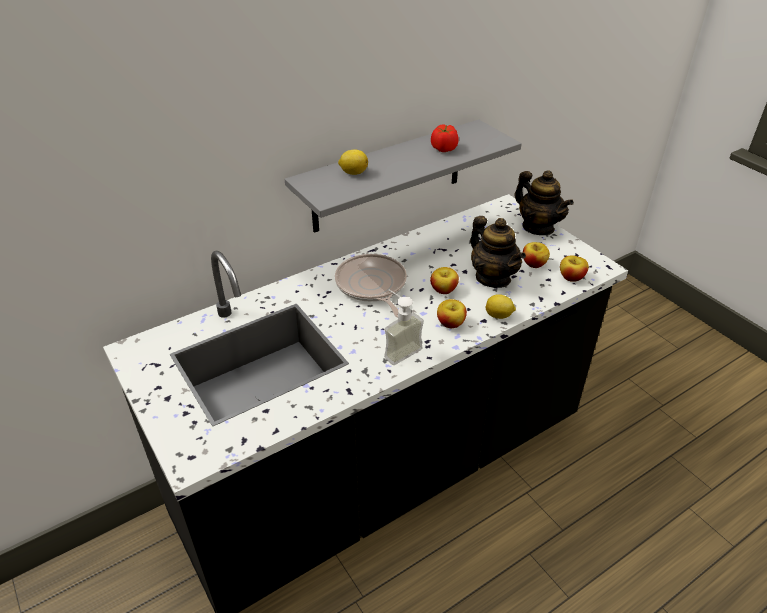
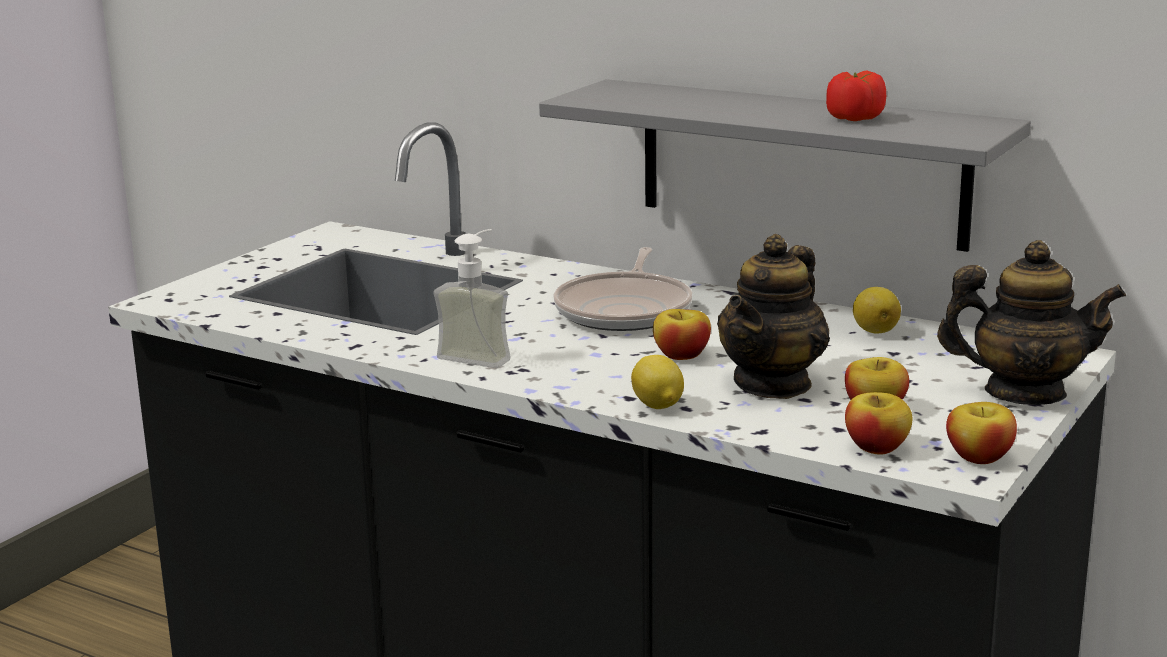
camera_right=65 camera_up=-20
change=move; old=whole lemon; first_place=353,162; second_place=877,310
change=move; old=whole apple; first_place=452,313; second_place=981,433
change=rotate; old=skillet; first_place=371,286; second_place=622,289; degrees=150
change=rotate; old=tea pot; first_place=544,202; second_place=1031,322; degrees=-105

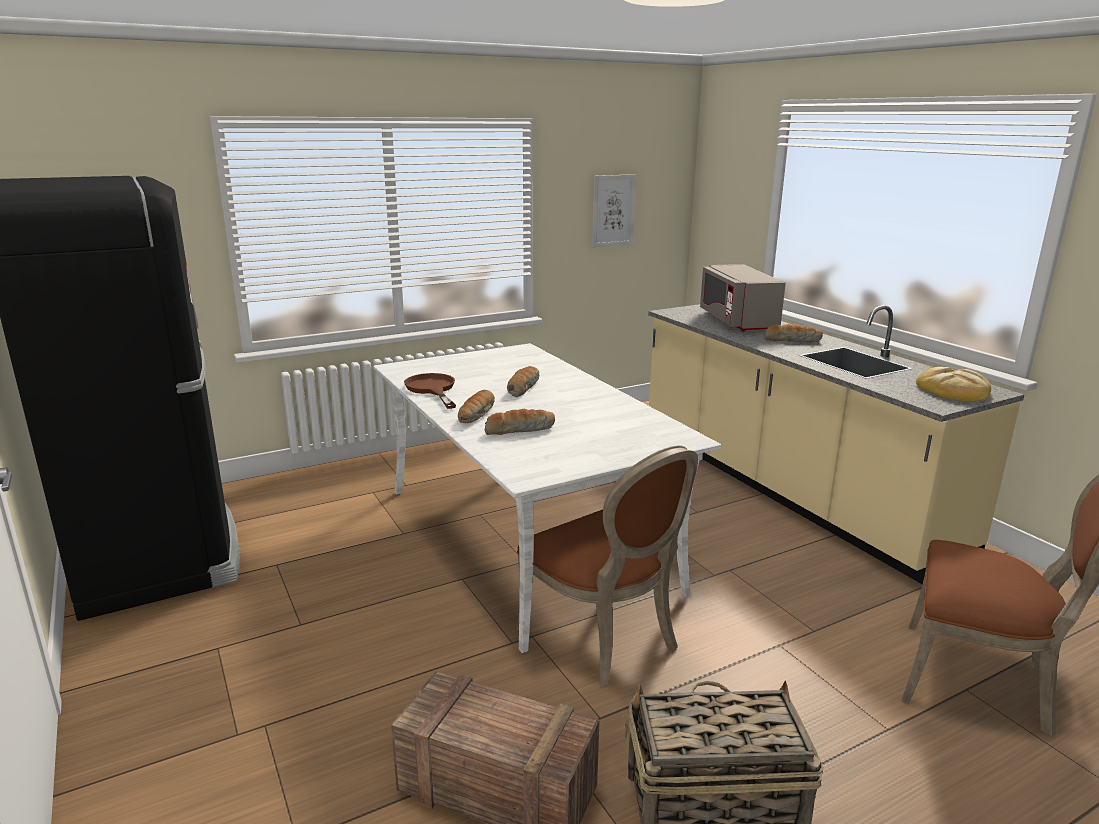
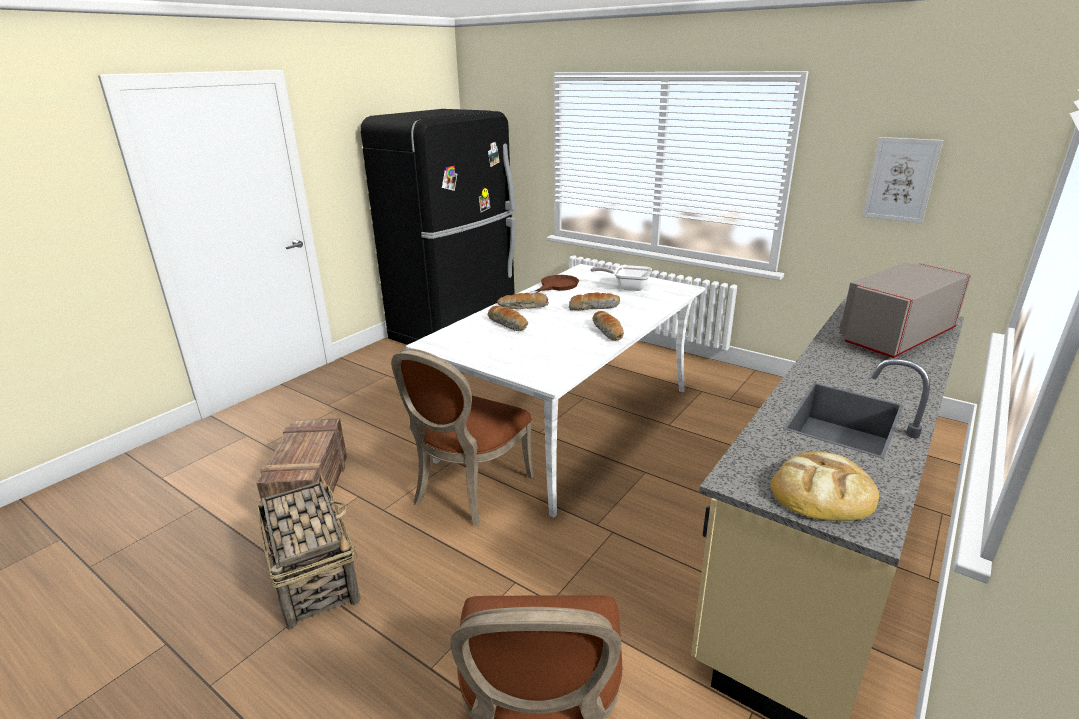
camera_right=65 camera_up=5
change=insert; new=skillet; second_place=621,278
change=move; old=baked bread; first_place=793,333; second_place=608,326

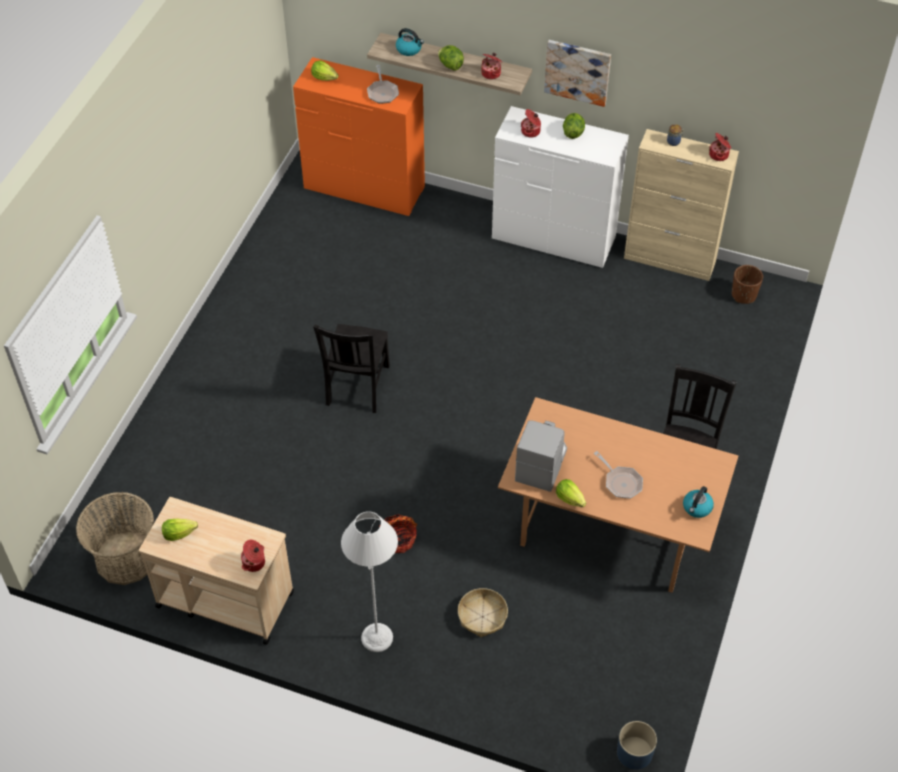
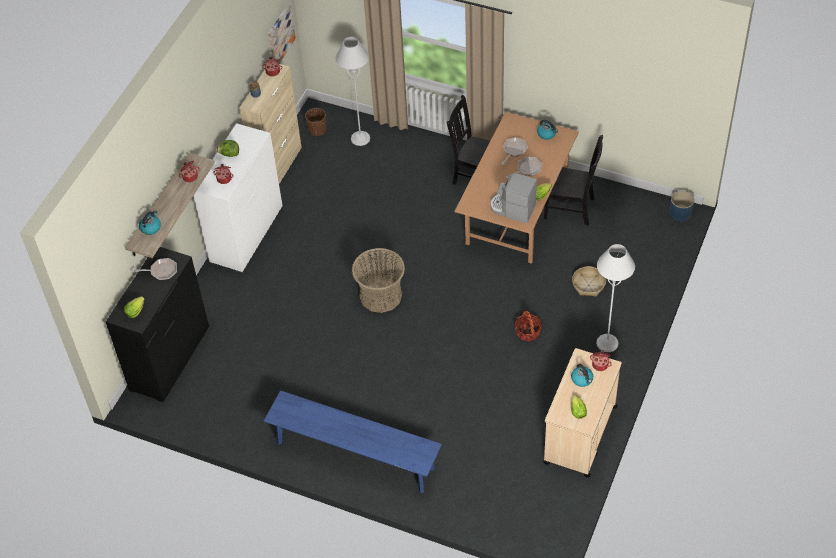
camera_right=-85 camera_up=0
change=delete; old=lettuce; first_place=451,58
change=insert; new=bench in bluish; second_place=353,441
change=insert; new=floor lamp in gray; second_place=353,91
change=insert; new=skillet; second_place=515,151
change=insert; new=water kettle; second_place=582,375
change=move; old=storage basket; first_place=115,538; second_place=378,280
change=move; old=plain chair in black; first_place=351,368; second_place=573,180
change=move; old=picture; first_place=577,73; second_place=282,33
change=recolor; old=chest of drawers in orangey; new=chest of drawers in black; first_place=359,136; second_place=157,324

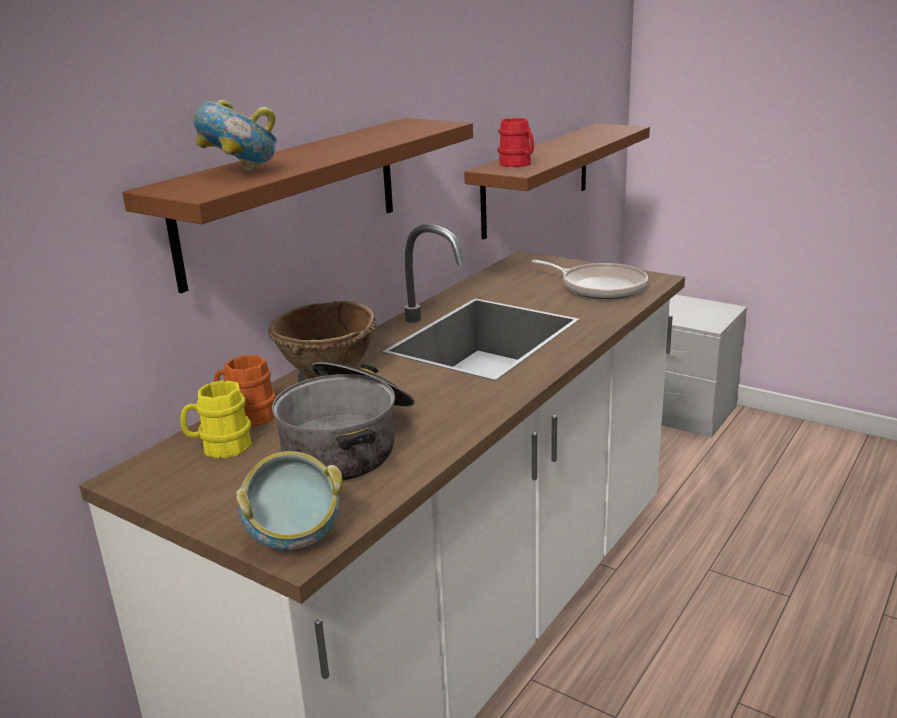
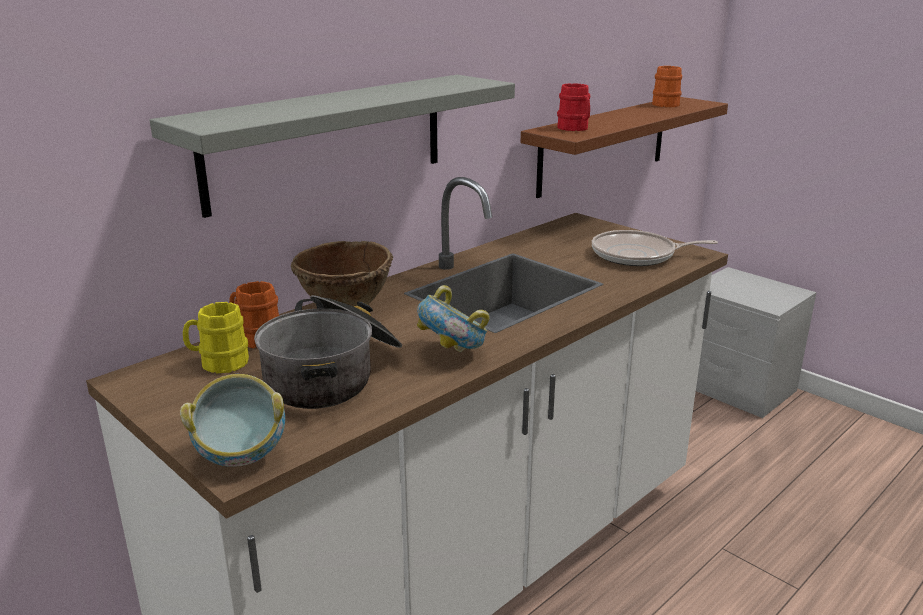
camera_right=10 camera_up=0
change=insert; new=tea mug in orangey; second_place=667,86
change=move; old=bowl; first_place=235,135; second_place=453,318
change=recolor; old=bracket shelf in brownish; new=bracket shelf in gray; first_place=297,205; second_place=332,146
change=rotate; old=skillet; first_place=590,279; second_place=655,248; degrees=135

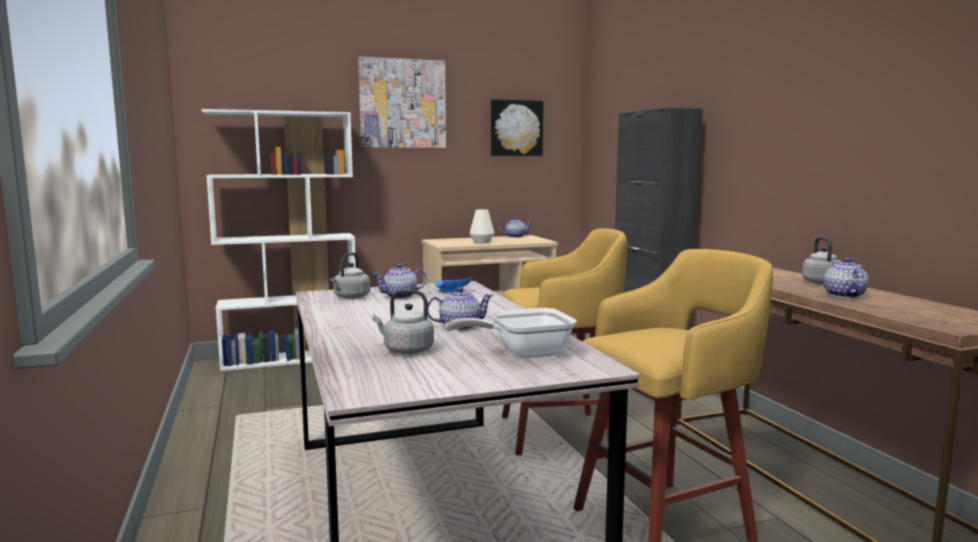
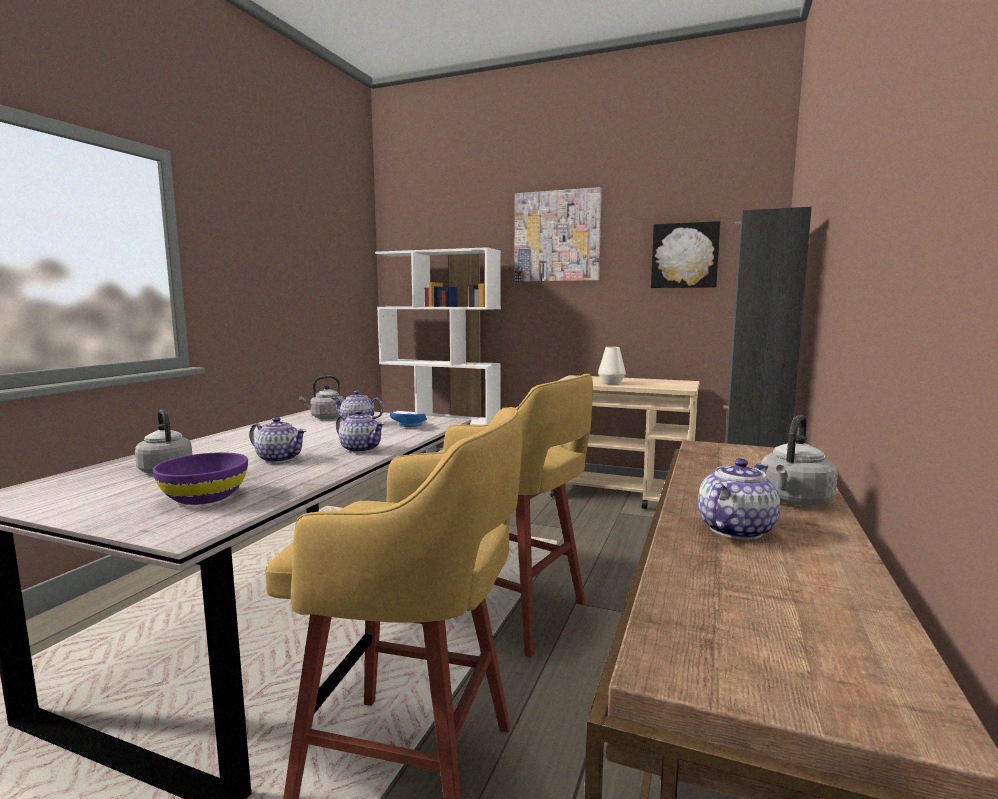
camera_right=40 camera_up=0
change=move; old=tea pot; first_place=515,227; second_place=360,431
change=replace; old=skillet; new=bowl in purple; first_place=510,333; second_place=200,478

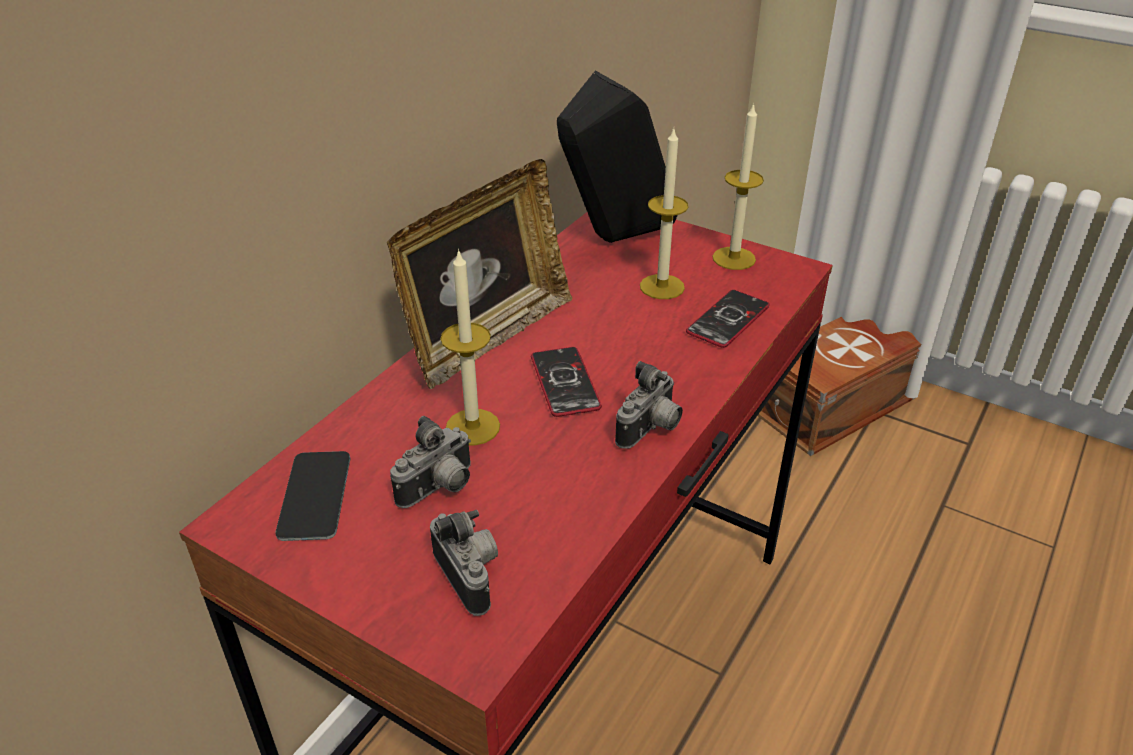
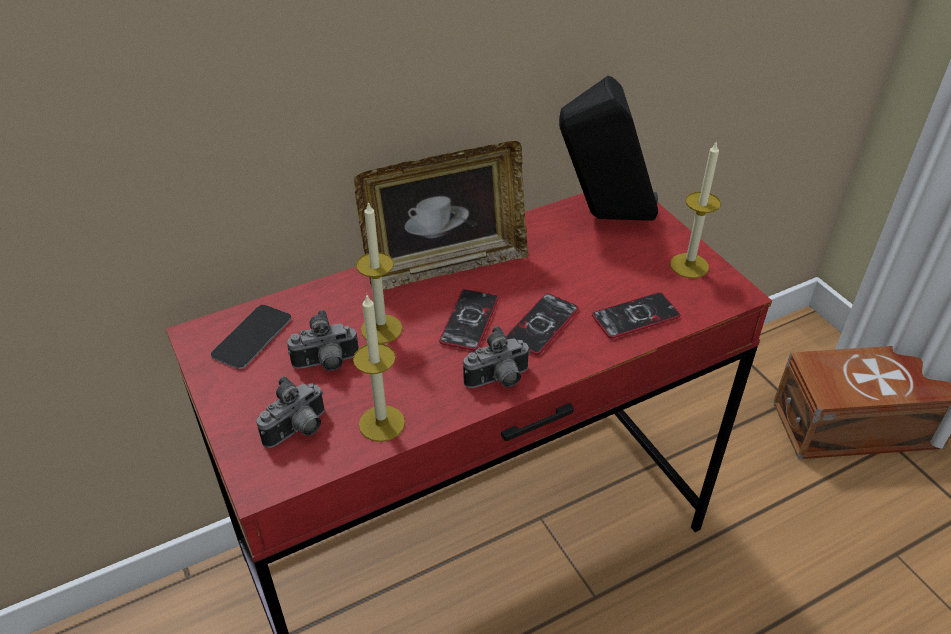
camera_right=30 camera_up=5
change=insert; new=phone; second_place=542,324
change=move; old=wax candle; first_place=664,214; second_place=379,368
change=rotate; old=photo camera; first_place=464,563; second_place=290,412; degrees=45

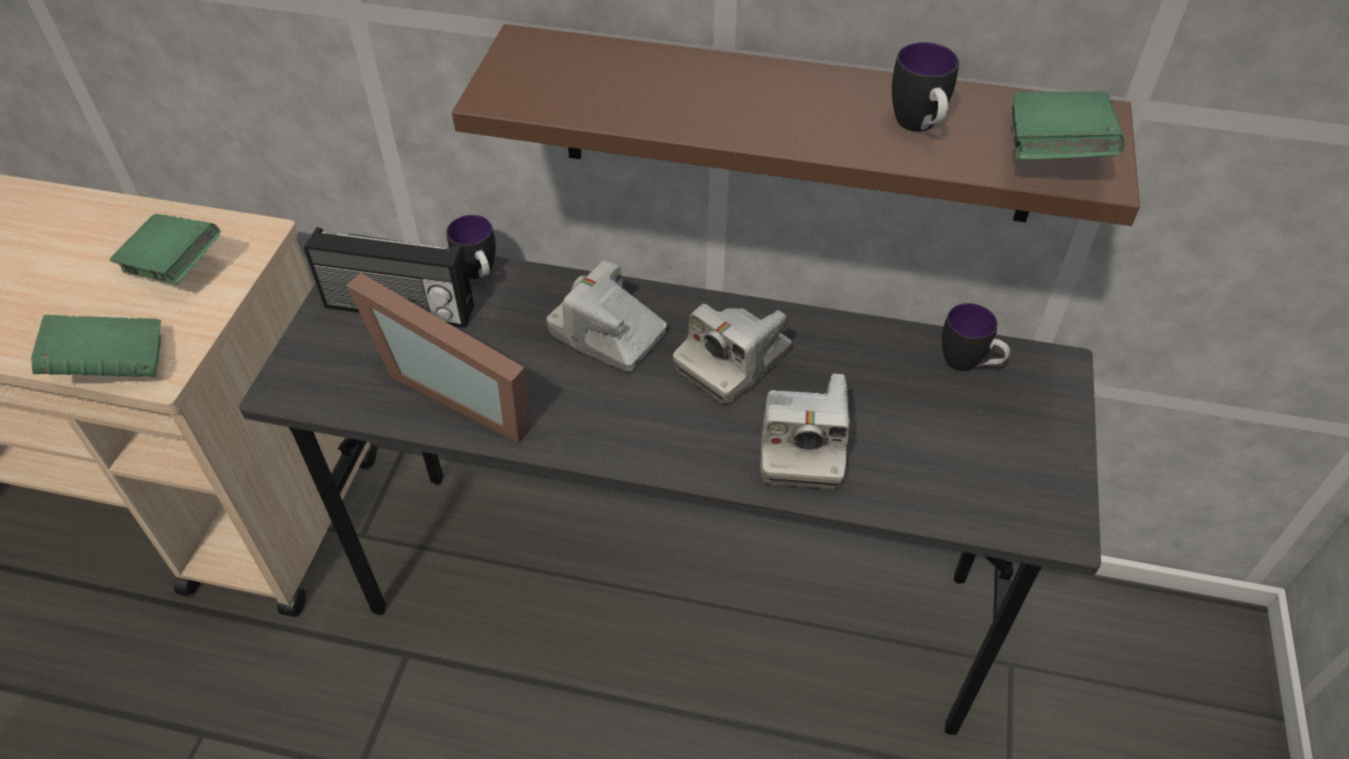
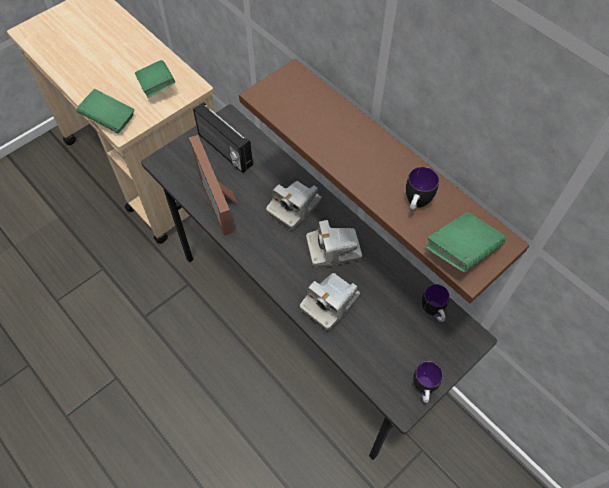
camera_right=35 camera_up=10
change=move; old=tea mug; first_place=471,247; second_place=428,382
change=rotate; old=photo camera; first_place=606,316; second_place=293,205; degrees=-120

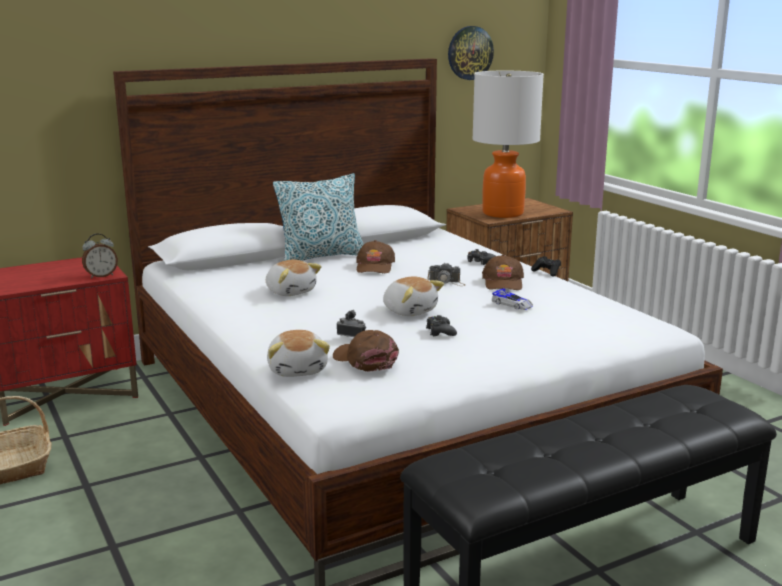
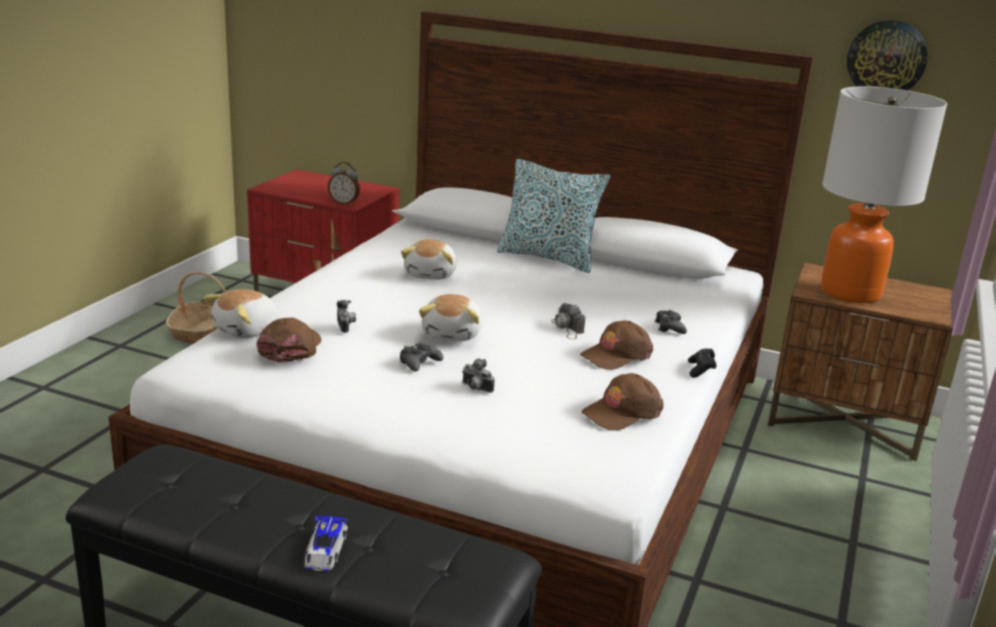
camera_right=50 camera_up=5
change=insert; new=photo camera; second_place=478,375
change=move; old=baseball cap in brownish; first_place=375,256; second_place=623,402
change=move; old=miniature car; first_place=512,299; second_place=326,543

